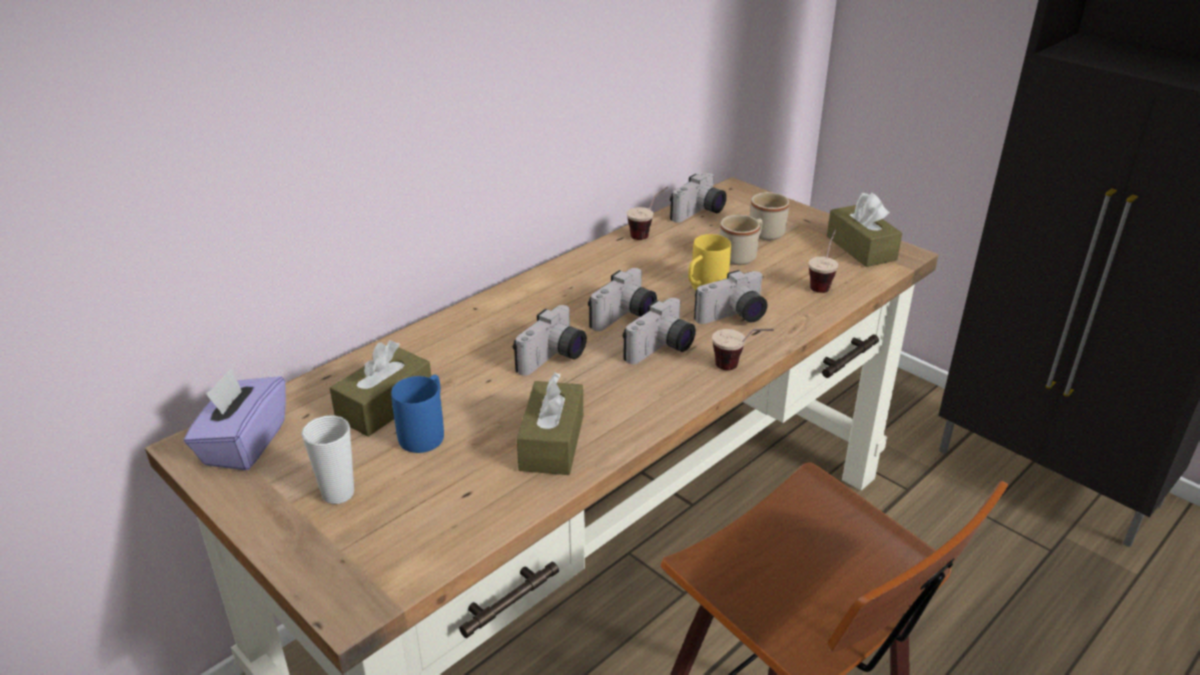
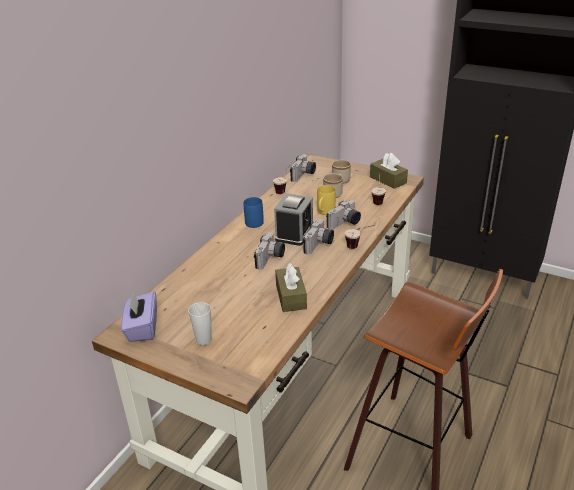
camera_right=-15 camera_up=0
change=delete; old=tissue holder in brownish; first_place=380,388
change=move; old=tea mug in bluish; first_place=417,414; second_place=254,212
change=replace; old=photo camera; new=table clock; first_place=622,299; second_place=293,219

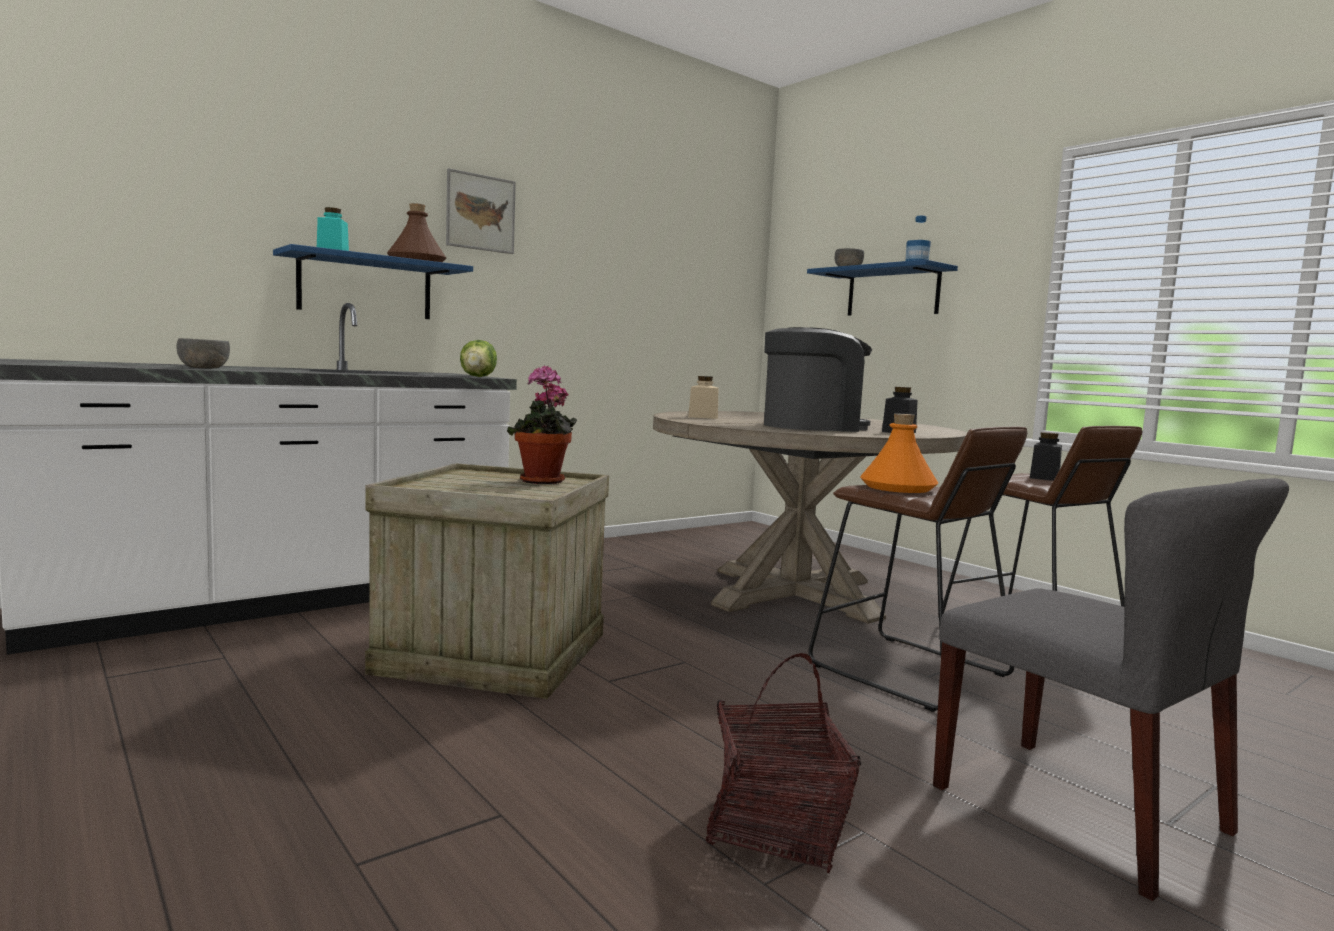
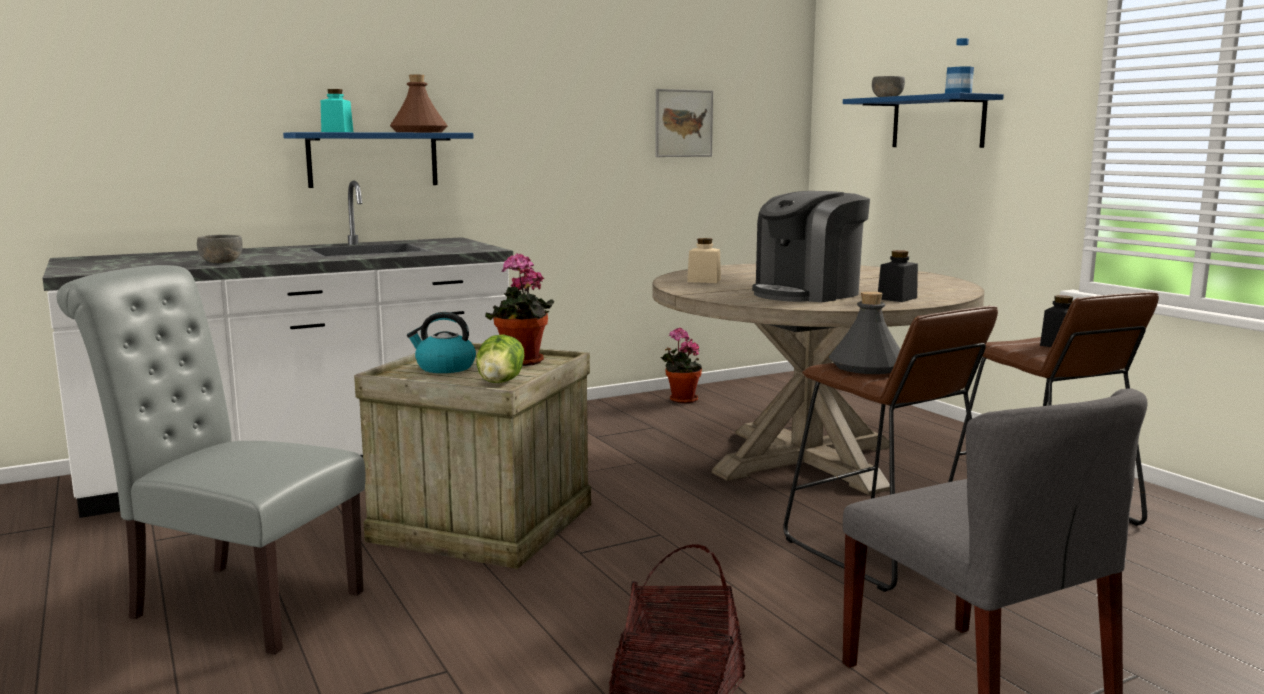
camera_right=10 camera_up=5
change=insert; new=plain chair in gray; second_place=211,460
change=insert; new=water kettle; second_place=441,342
change=insert; new=houseplant; second_place=681,365
change=move; old=picture; first_place=481,211; second_place=684,123
change=move; old=lettuce; first_place=478,358; second_place=500,358
change=recolor; old=beverage bottle in orangey; new=beverage bottle in gray; first_place=899,453; second_place=864,332
change=rotate; old=coffee maker; first_place=818,379; second_place=811,246; degrees=150

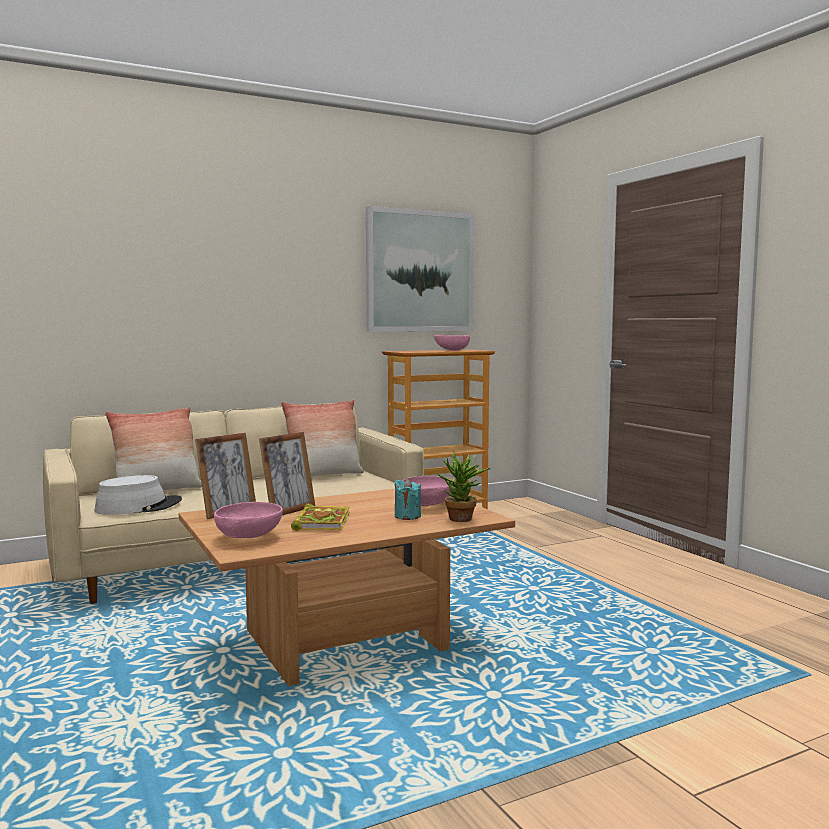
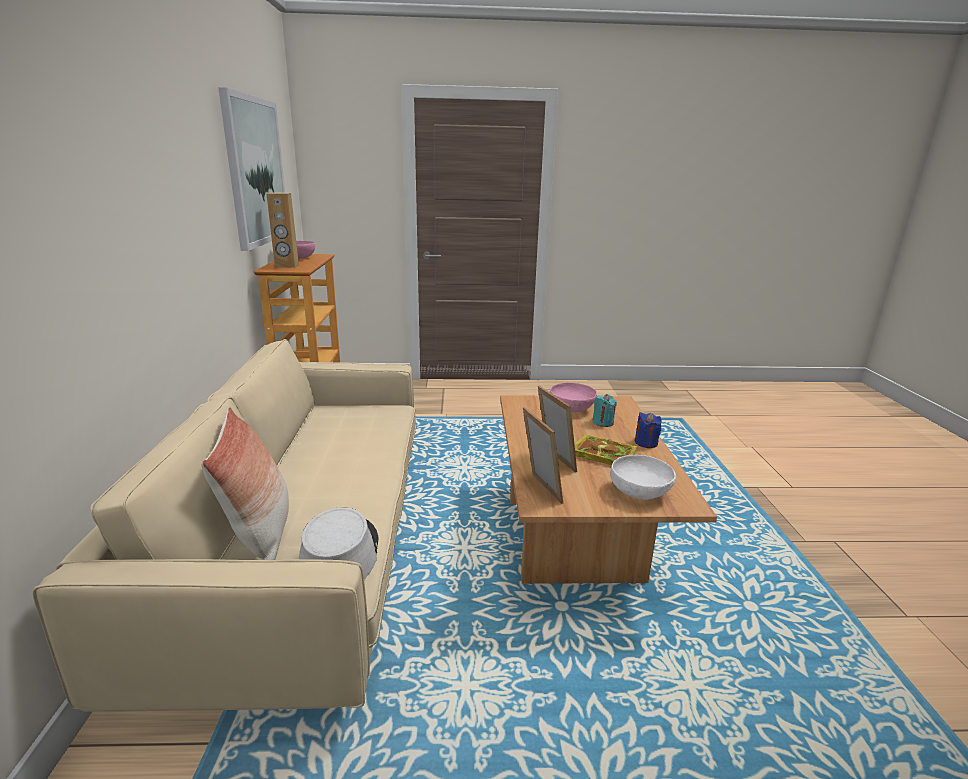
camera_right=-65 camera_up=15
change=delete; old=pillow; first_place=322,438
change=delete; old=houseplant; first_place=464,487
change=insert; new=loudspeaker in brownish; second_place=282,230
change=insert; new=wax candle in bluish; second_place=648,430
change=recolor; old=bowl in pink-coloured; new=bowl in white; first_place=248,520; second_place=643,477

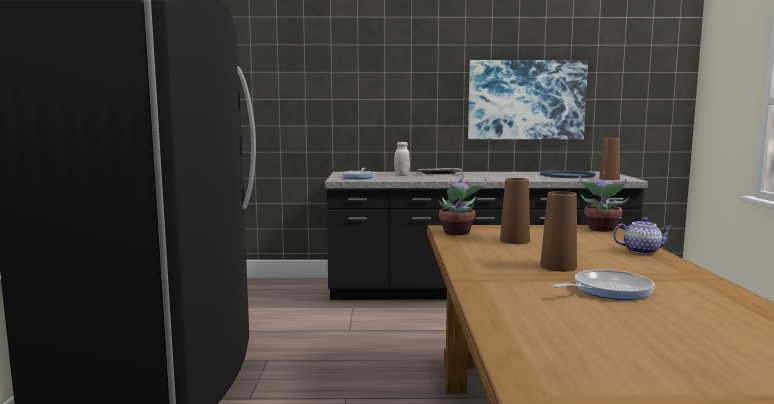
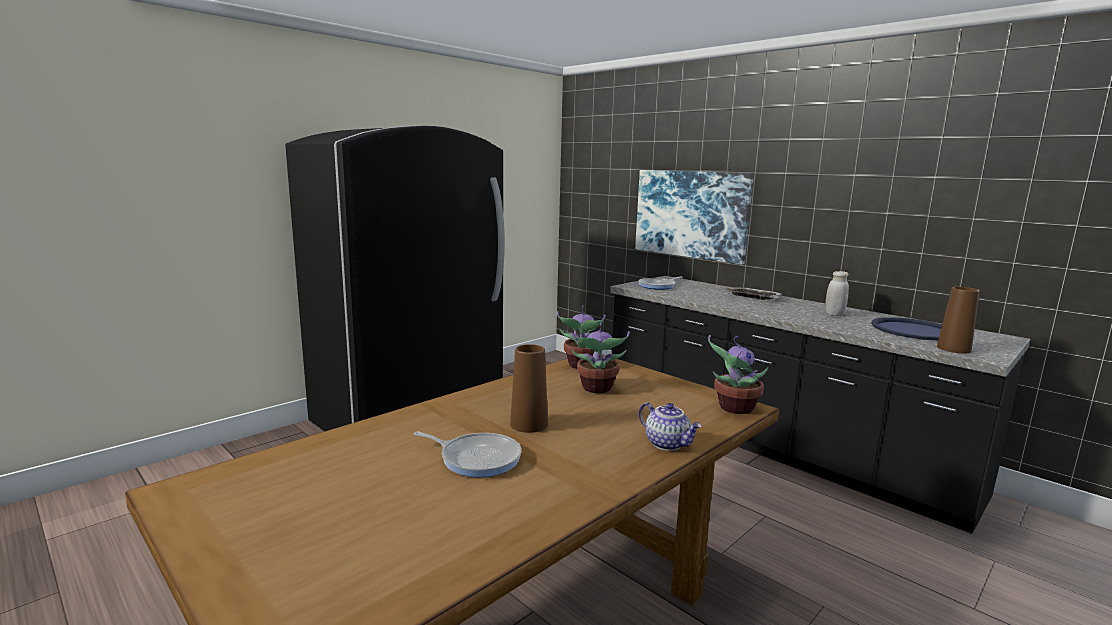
camera_right=45 camera_up=5
change=move; old=storage jar in white; first_place=402,159; second_place=837,293
change=move; old=picture; first_place=528,99; second_place=694,217
change=replace; old=decorative vase in brownish; new=houseplant; first_place=515,211; second_place=600,357

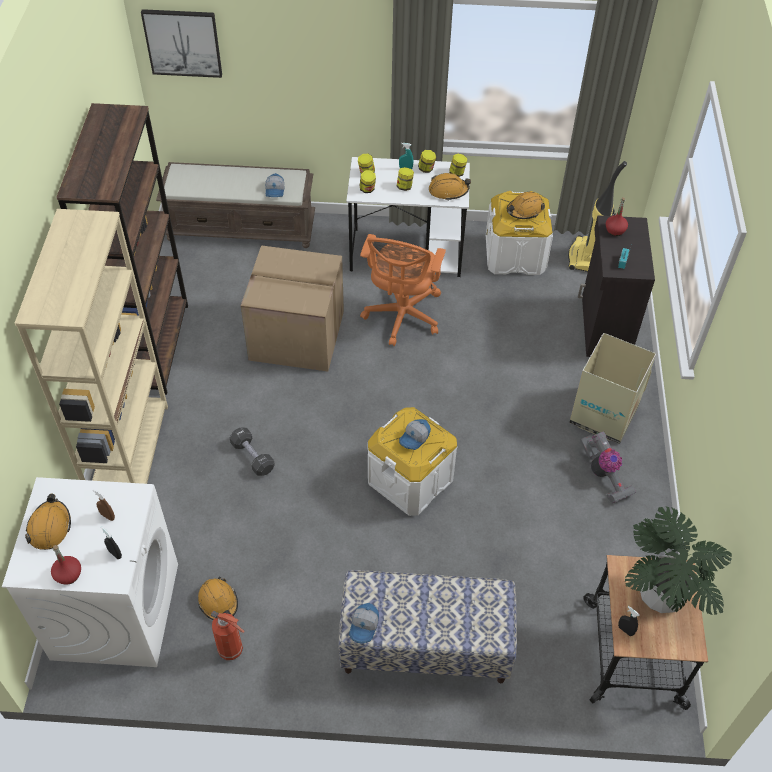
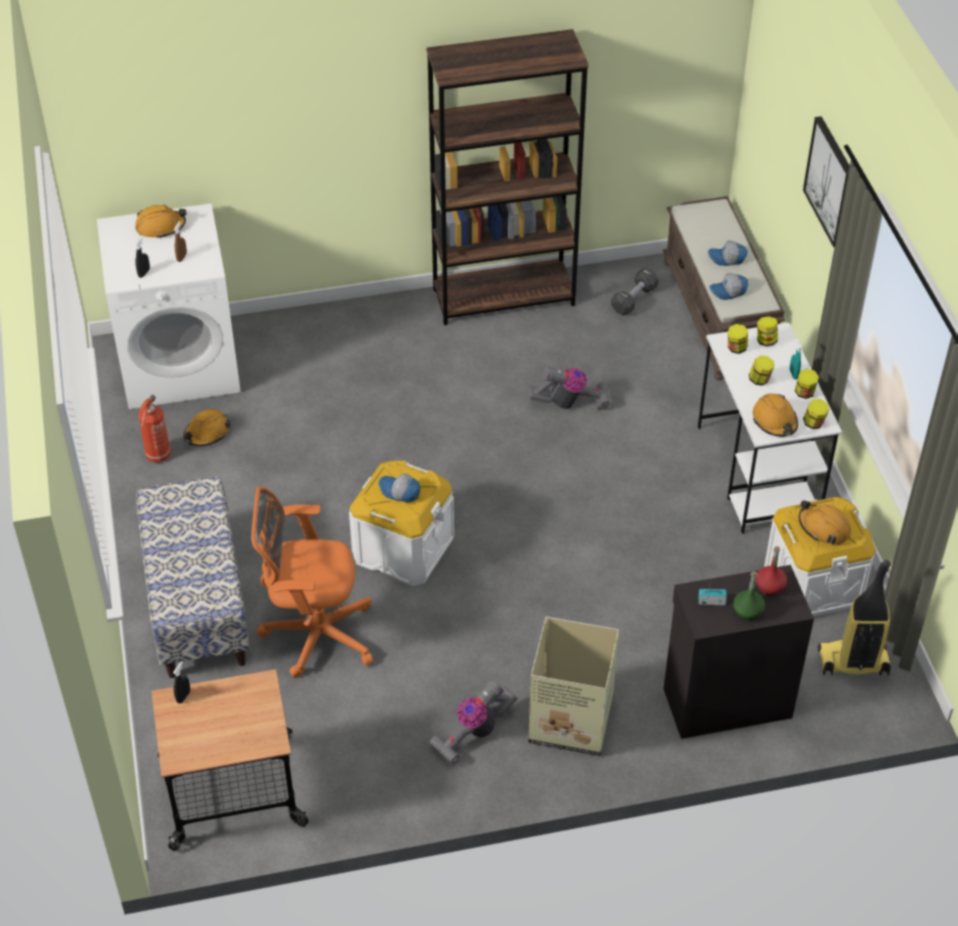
camera_right=75 camera_up=-5
change=delete; old=bookshelf in beige; first_place=91,346
change=delete; old=beverage bottle in reddish; first_place=66,565
change=delete; old=houseplant; first_place=678,561
change=insert; new=beverage bottle in greenish; second_place=749,595
change=move; old=picture; first_place=181,43; second_place=826,181
change=move; old=dumbbell in black; first_place=252,451; second_place=634,292
change=move; old=baseball cap; first_place=364,623; second_place=728,253
change=move; old=office chair in orangey; first_place=403,290; second_place=312,582
change=replace; old=cardboard box; new=vacuum cleaner; first_place=292,308; second_place=570,388

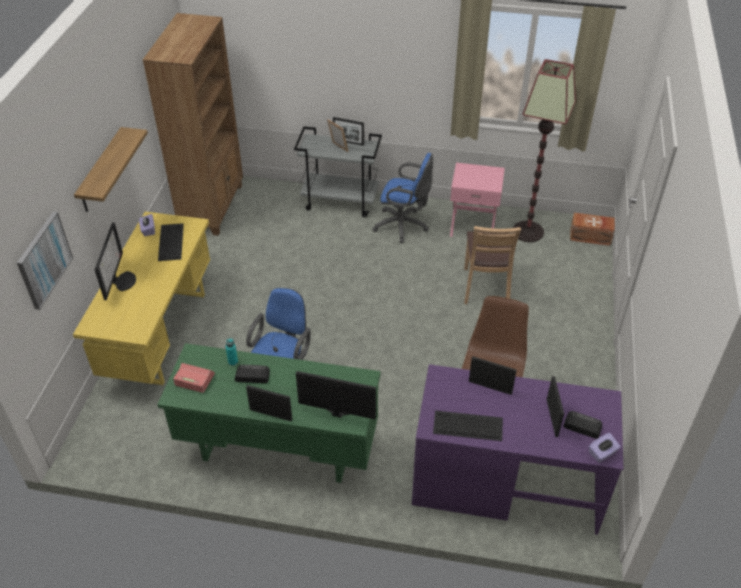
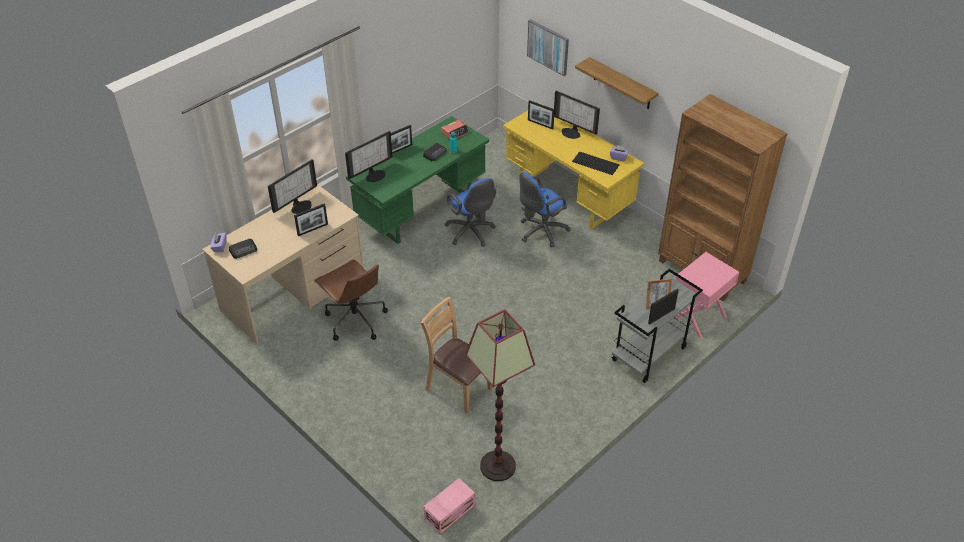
camera_right=125 camera_up=0
change=move; old=office chair in bluish; first_place=402,198; second_place=545,209
change=move; old=bedside table in pink-coloured; first_place=477,200; second_place=706,295
change=move; old=photo frame; first_place=555,406; second_place=541,115
change=replace; old=computer keyboard; new=computer screen; first_place=468,426; second_place=292,186
change=recolor; old=desk unit in purple; new=desk unit in beige; first_place=517,449; second_place=283,264
change=recolor; old=storage box in brownish; new=storage box in pink-coloured; first_place=592,229; second_place=449,506

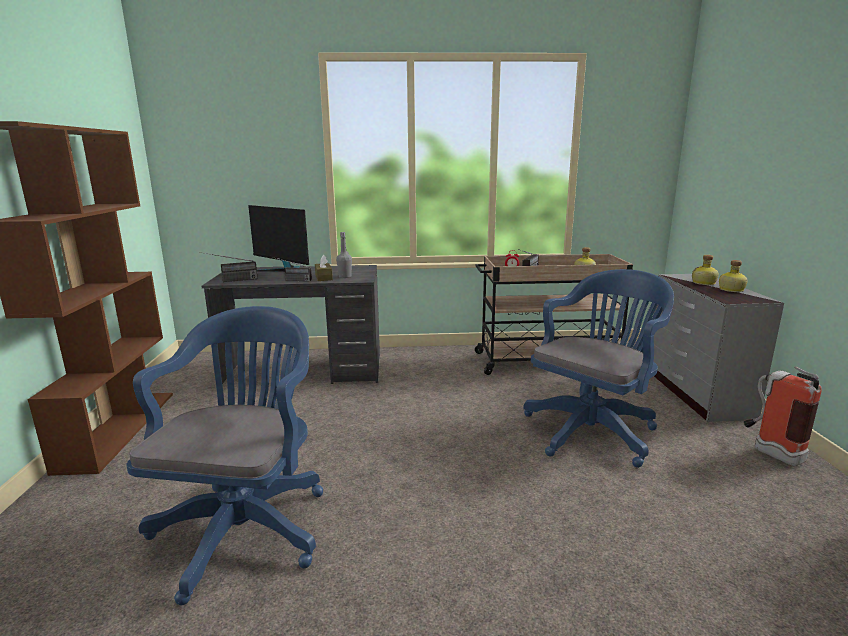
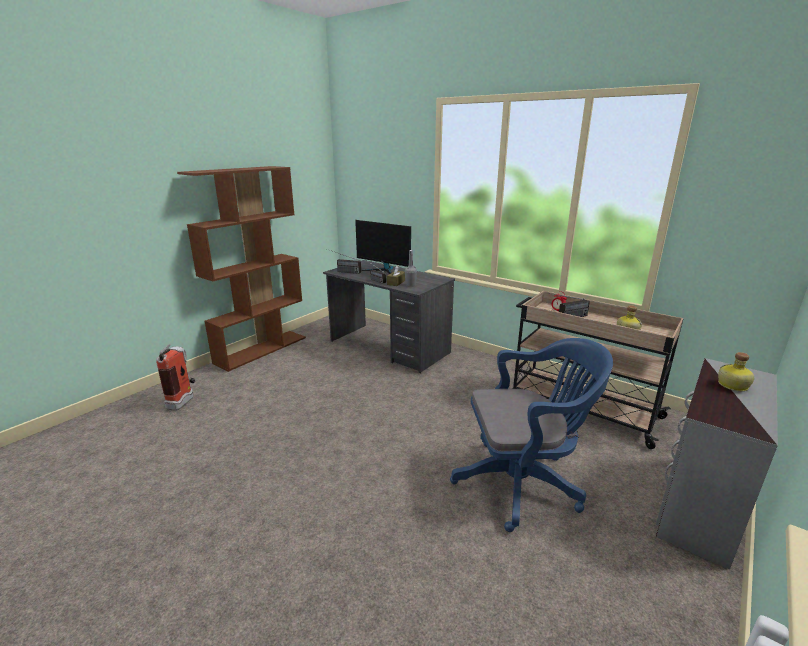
camera_right=40 camera_up=5
change=delete; old=office chair in bluish; first_place=225,455
change=delete; old=beverage bottle; first_place=733,276
change=move; old=fire extinguisher; first_place=782,416; second_place=175,377
change=rotate; old=computer screen; first_place=278,241; second_place=383,247; degrees=-45

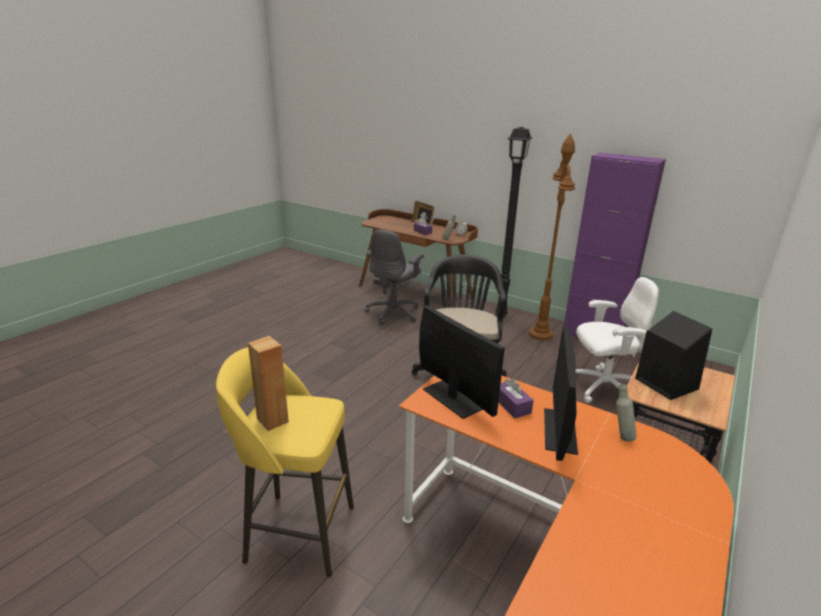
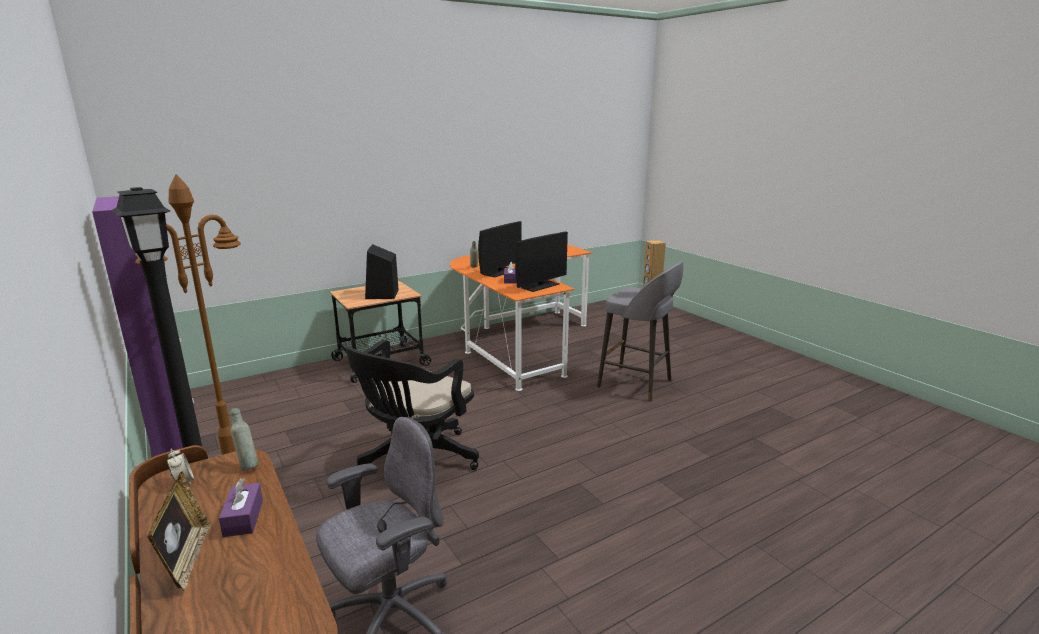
camera_right=-155 camera_up=-5
change=delete; old=office chair in white; first_place=617,340
change=recolor; old=stool seat in yellowish; new=stool seat in gray; first_place=285,462; second_place=640,331
change=rotate; old=computer screen; first_place=462,362; second_place=541,262; degrees=-120

